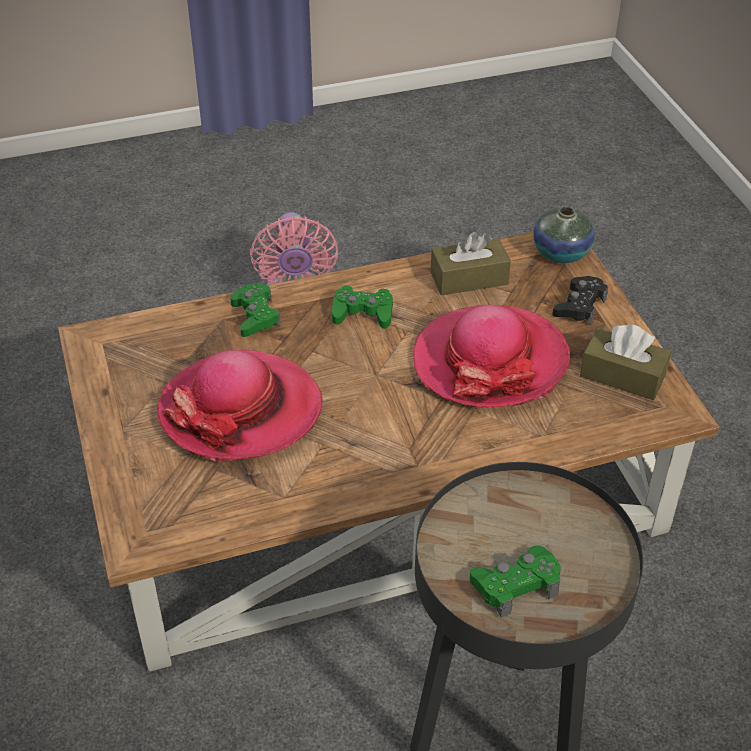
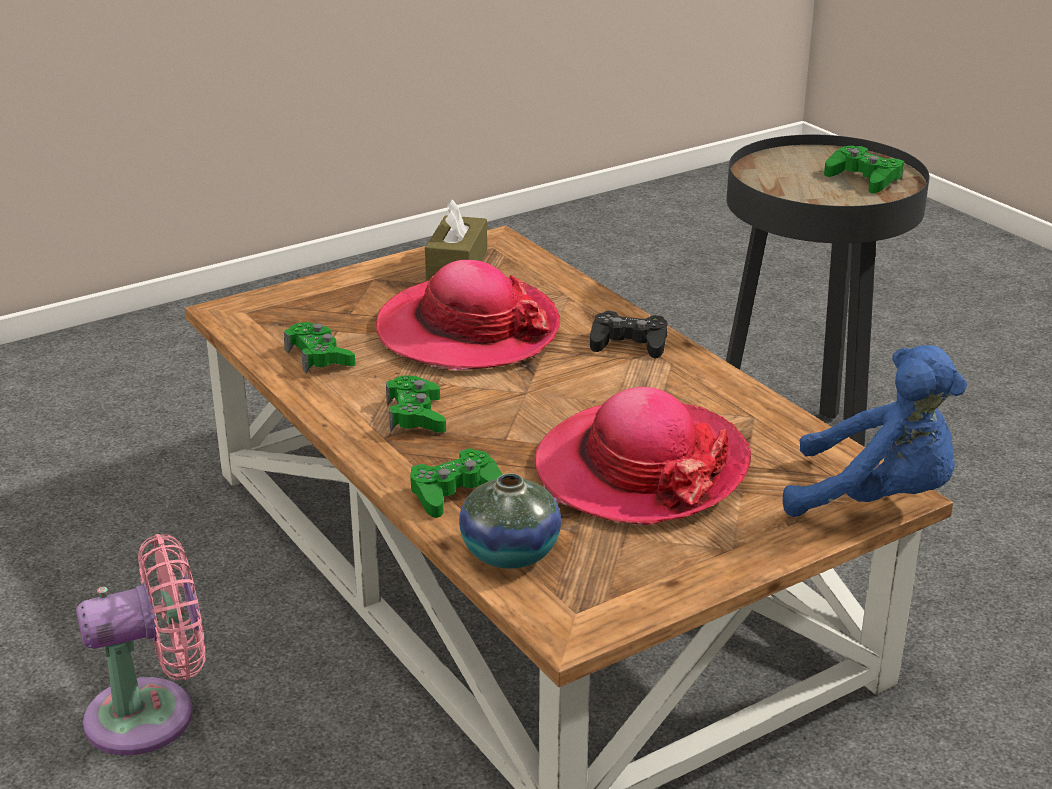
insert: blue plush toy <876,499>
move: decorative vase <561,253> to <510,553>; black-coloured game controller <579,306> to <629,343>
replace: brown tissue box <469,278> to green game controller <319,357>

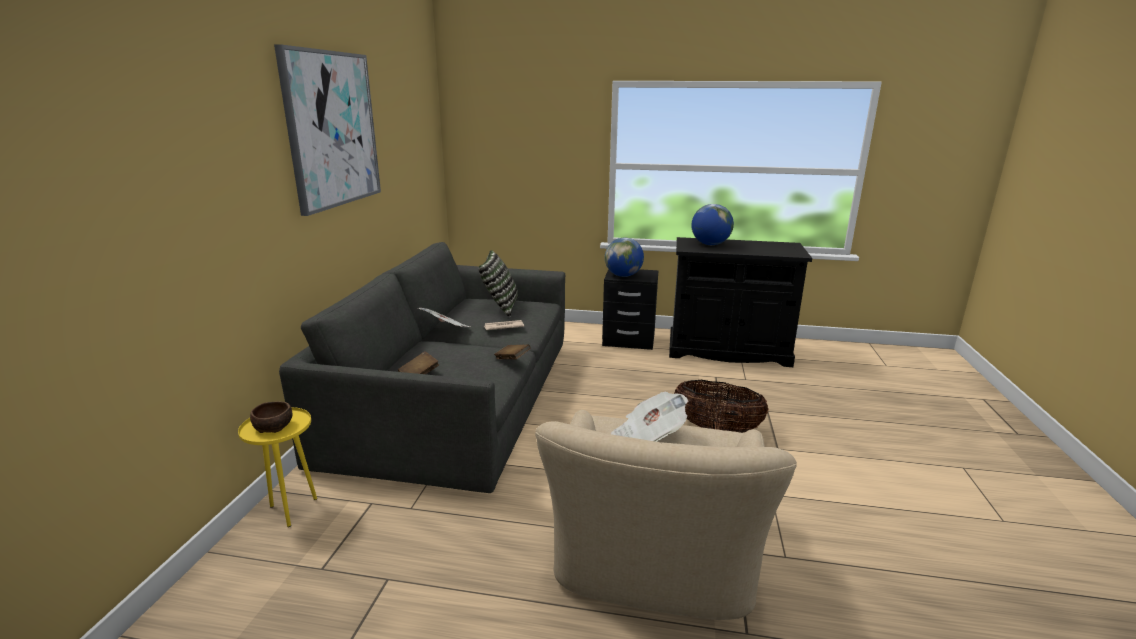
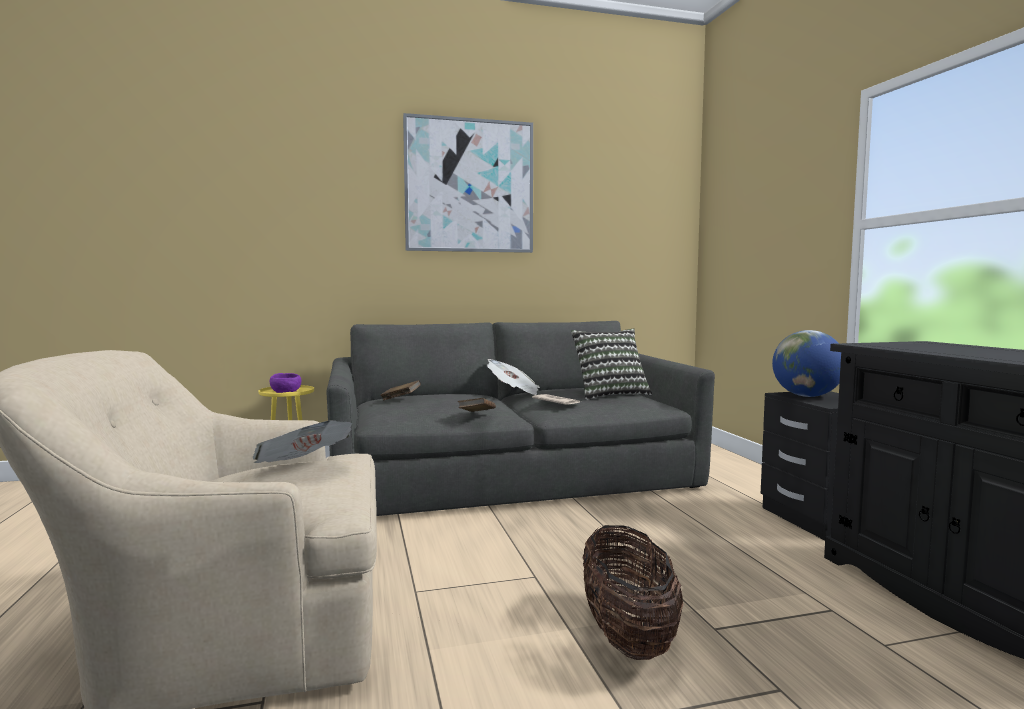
delete: desk globe <710,244>
recolor: brown deep dish <274,426> to purple deep dish <286,391>

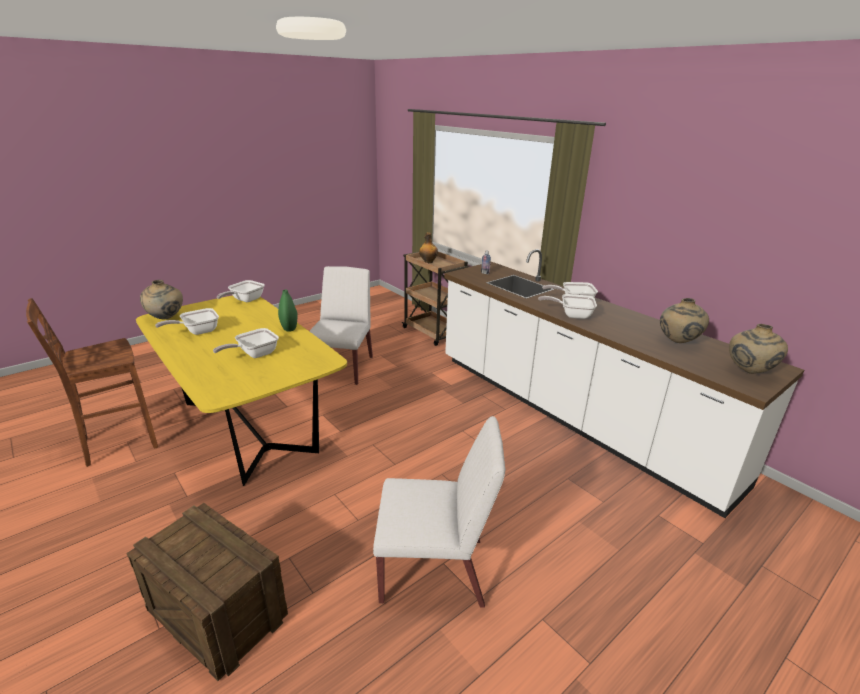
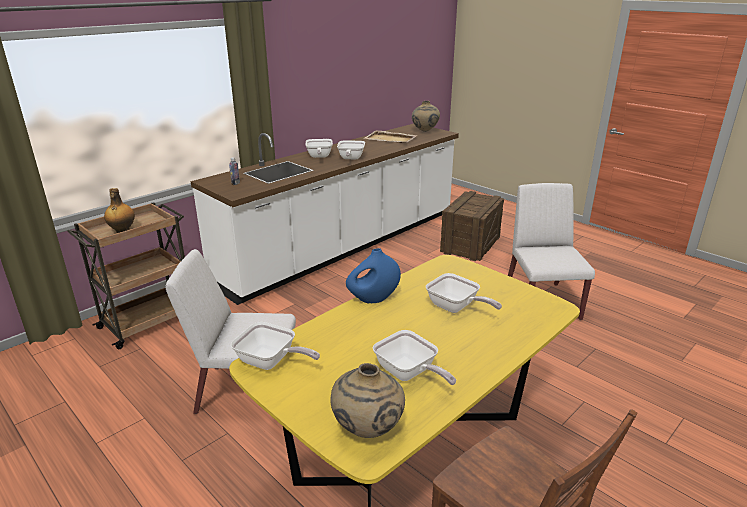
move: shipping crate <218,614> to <470,245>
replace: sand-coloured decorative vase <677,342> to sand-coloured tray <391,139>
recolor: green decorative vase <289,328> to blue decorative vase <373,299>

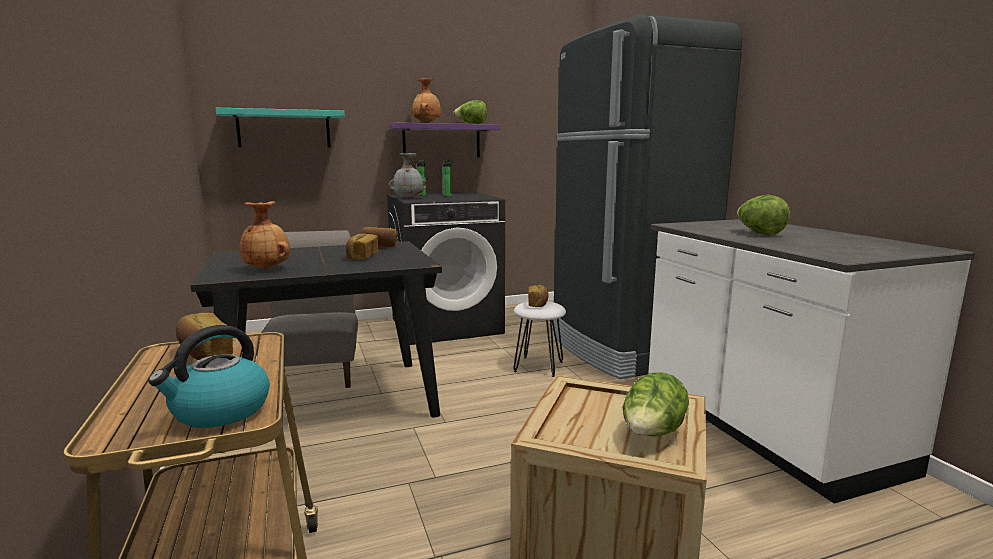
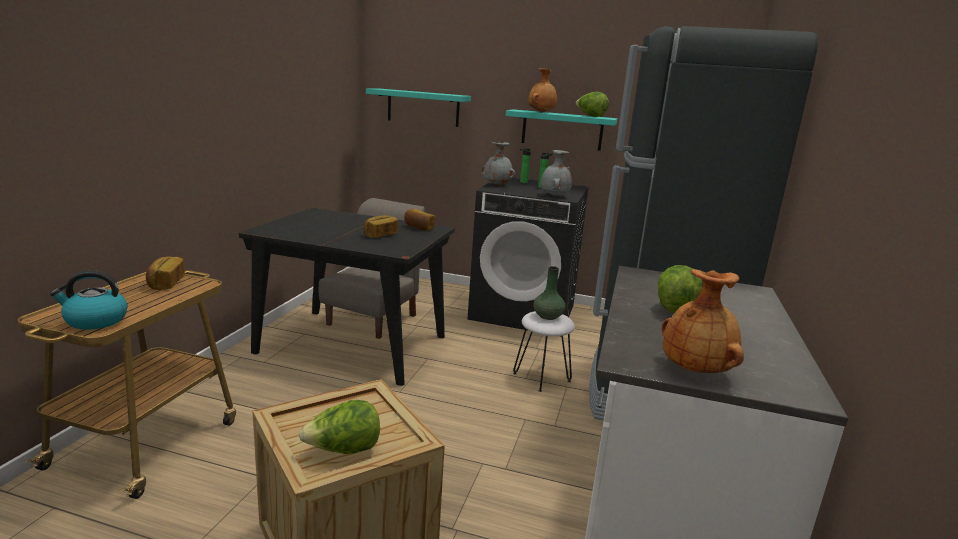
insert: gray decorative vase <554,196>
move: brown decorative vase <267,269> to <696,370>
replace: baked bread <538,304> to green decorative vase <548,316>
recolor: purple bracket shelf <441,141> to turquoise-coloured bracket shelf <562,130>

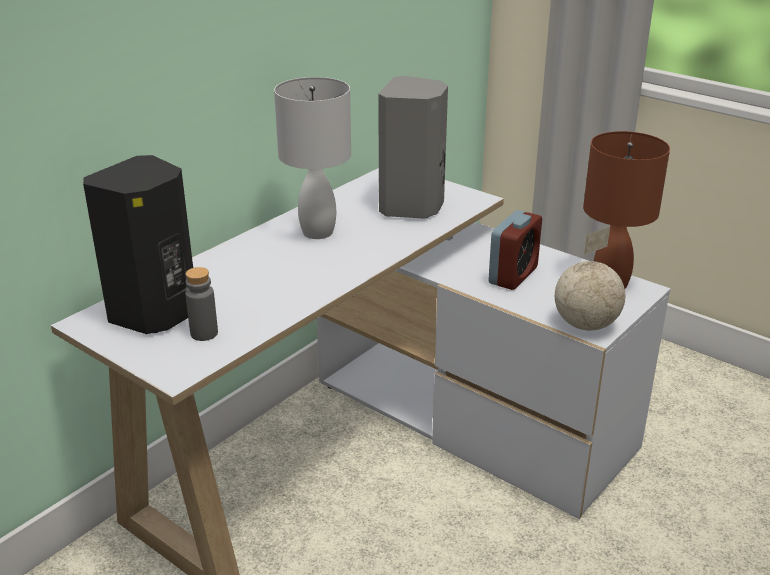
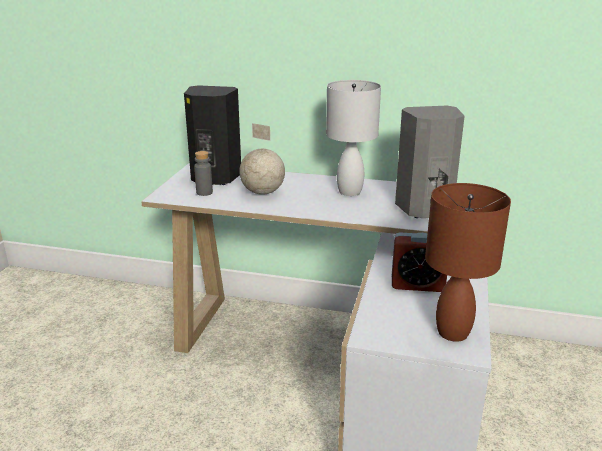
move: desk globe <586,325> to <263,193>

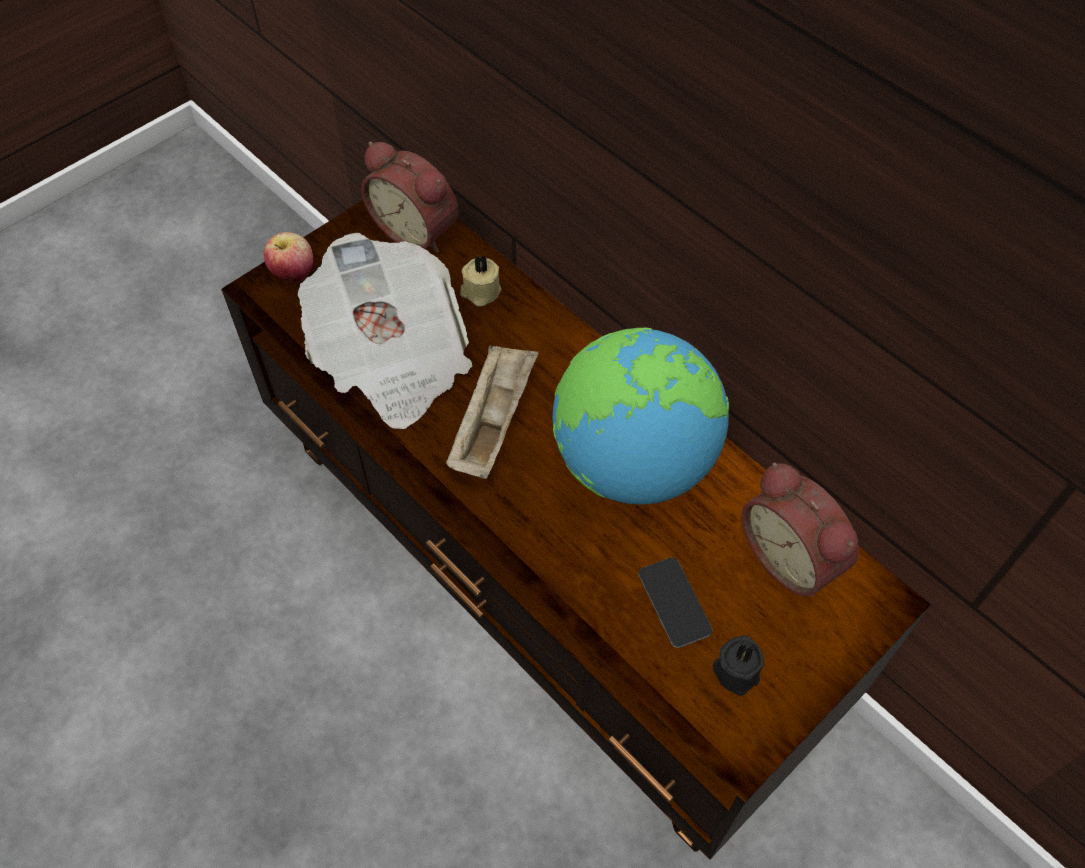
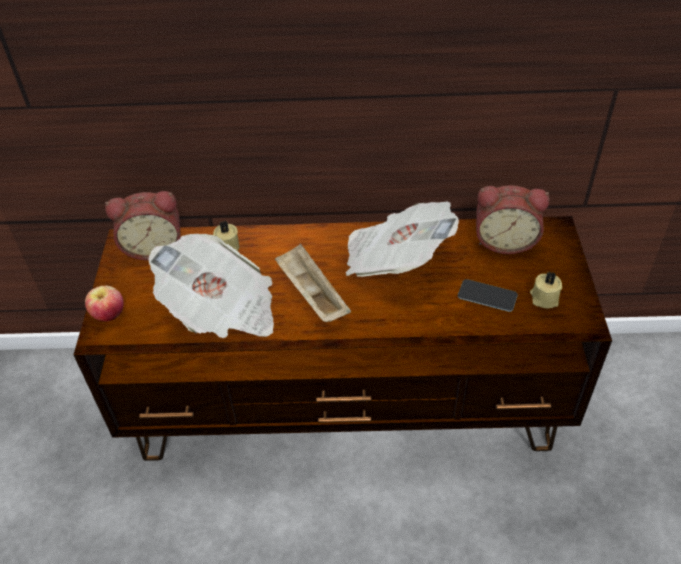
replace: desk globe <632,462> to newspaper <395,260>
recolor: black-coloured wax candle <737,670> to sand-coloured wax candle <544,298>

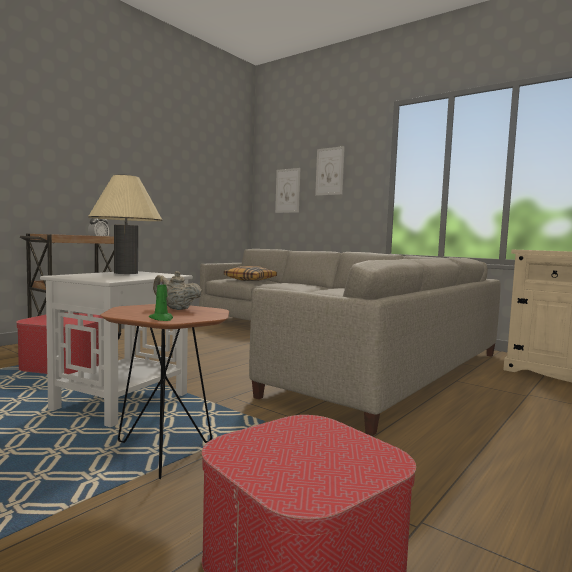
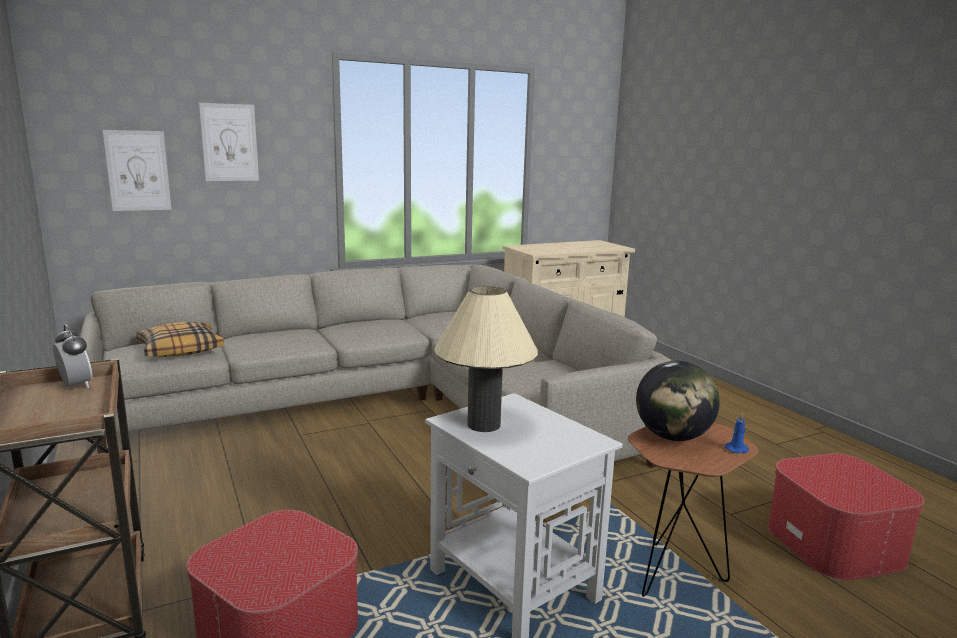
replace: sand-coloured tea pot <176,309> to desk globe <672,437>
recolor: green wax candle <161,319> to blue wax candle <737,449>

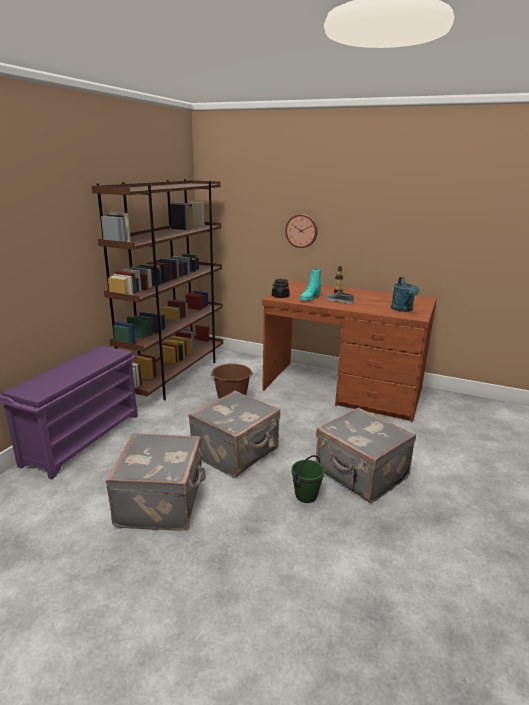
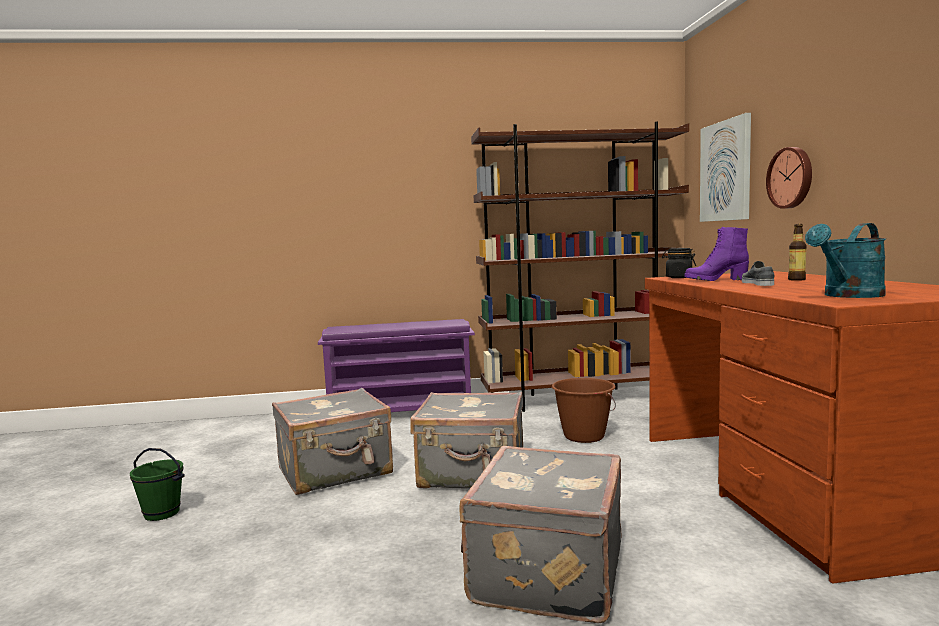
insert: wall picture <726,171>
move: green water bucket <306,495> to <162,513>
recolor: turquoise-coloured high-top boot <309,298> to purple high-top boot <715,280>

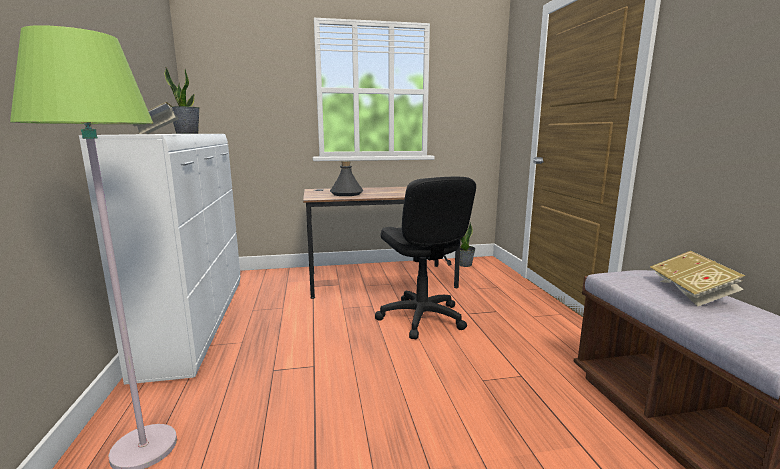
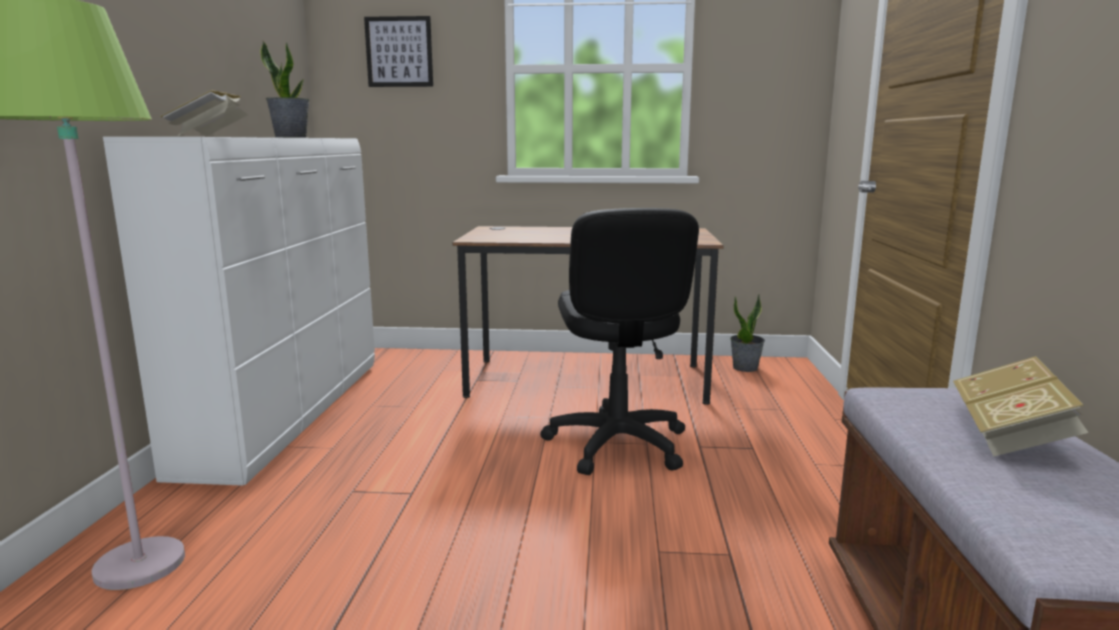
delete: gray beverage bottle <346,194>
insert: wall picture <399,52>

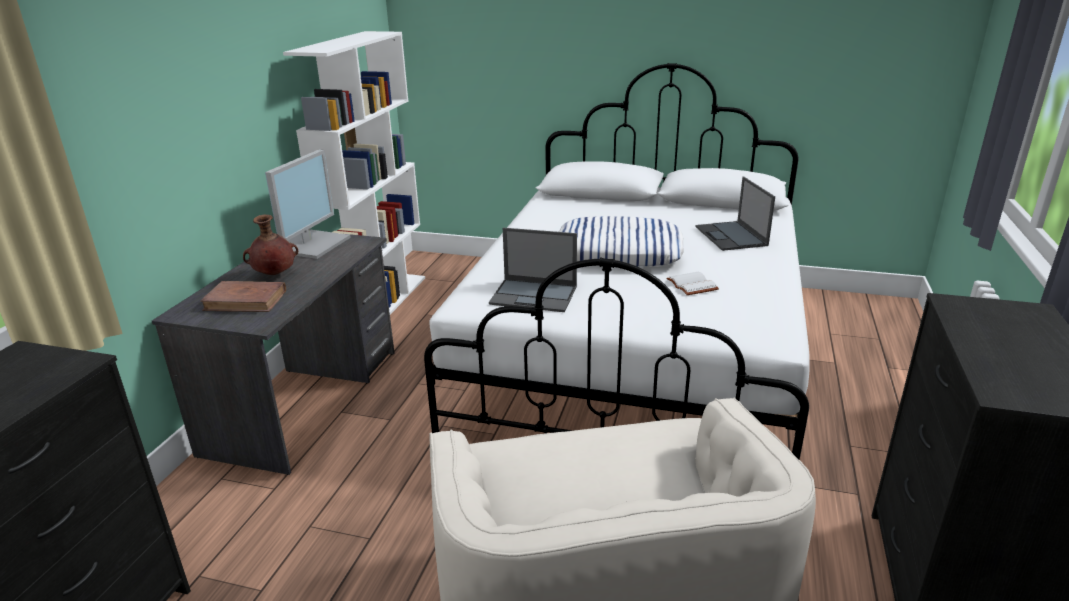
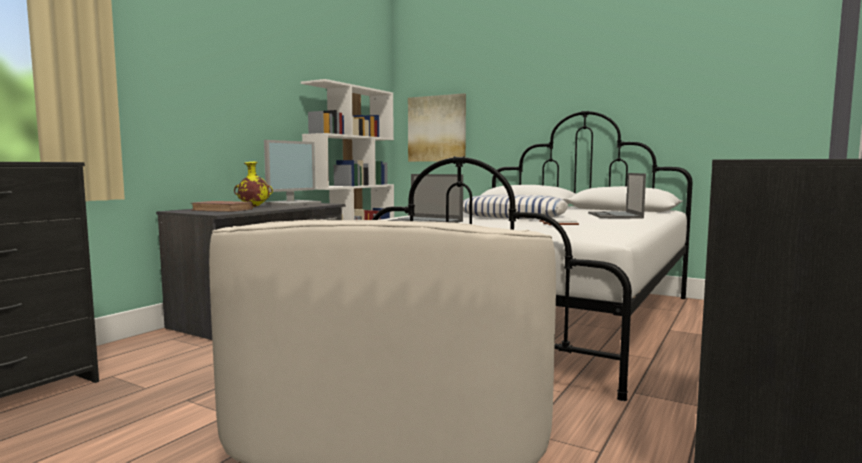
insert: wall picture <437,129>
recolor: brown decorative vase <274,275> to yellowish decorative vase <253,207>

